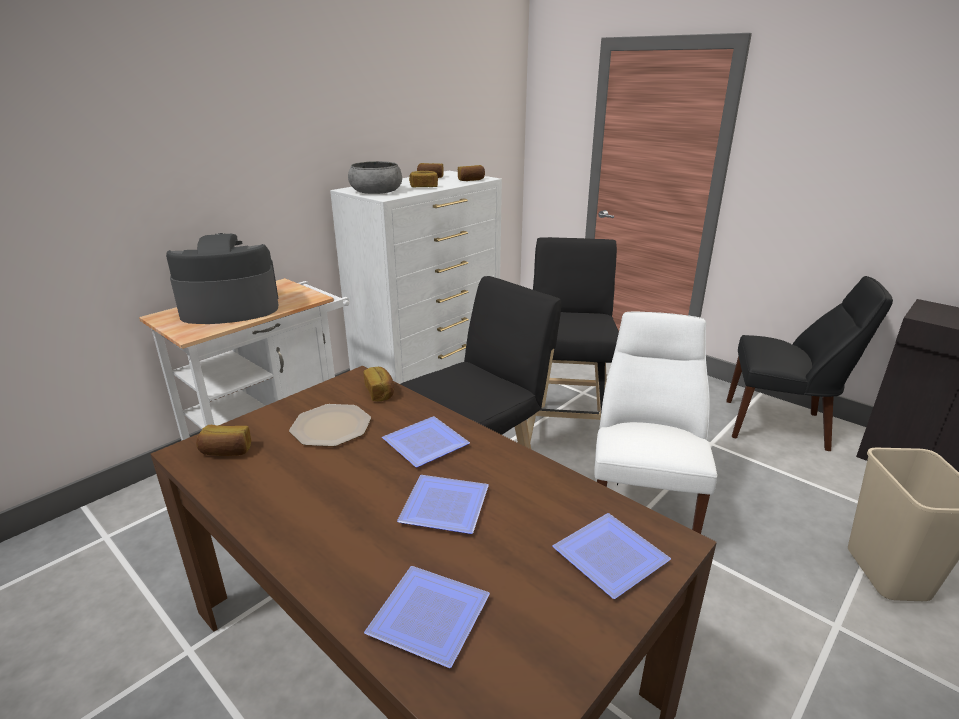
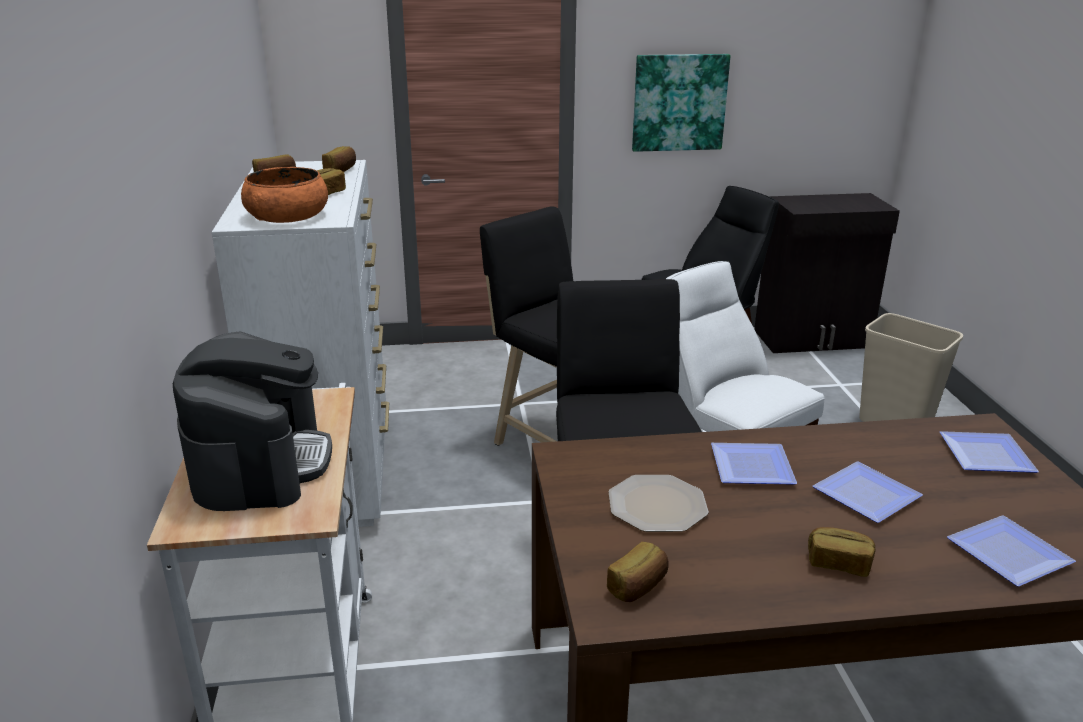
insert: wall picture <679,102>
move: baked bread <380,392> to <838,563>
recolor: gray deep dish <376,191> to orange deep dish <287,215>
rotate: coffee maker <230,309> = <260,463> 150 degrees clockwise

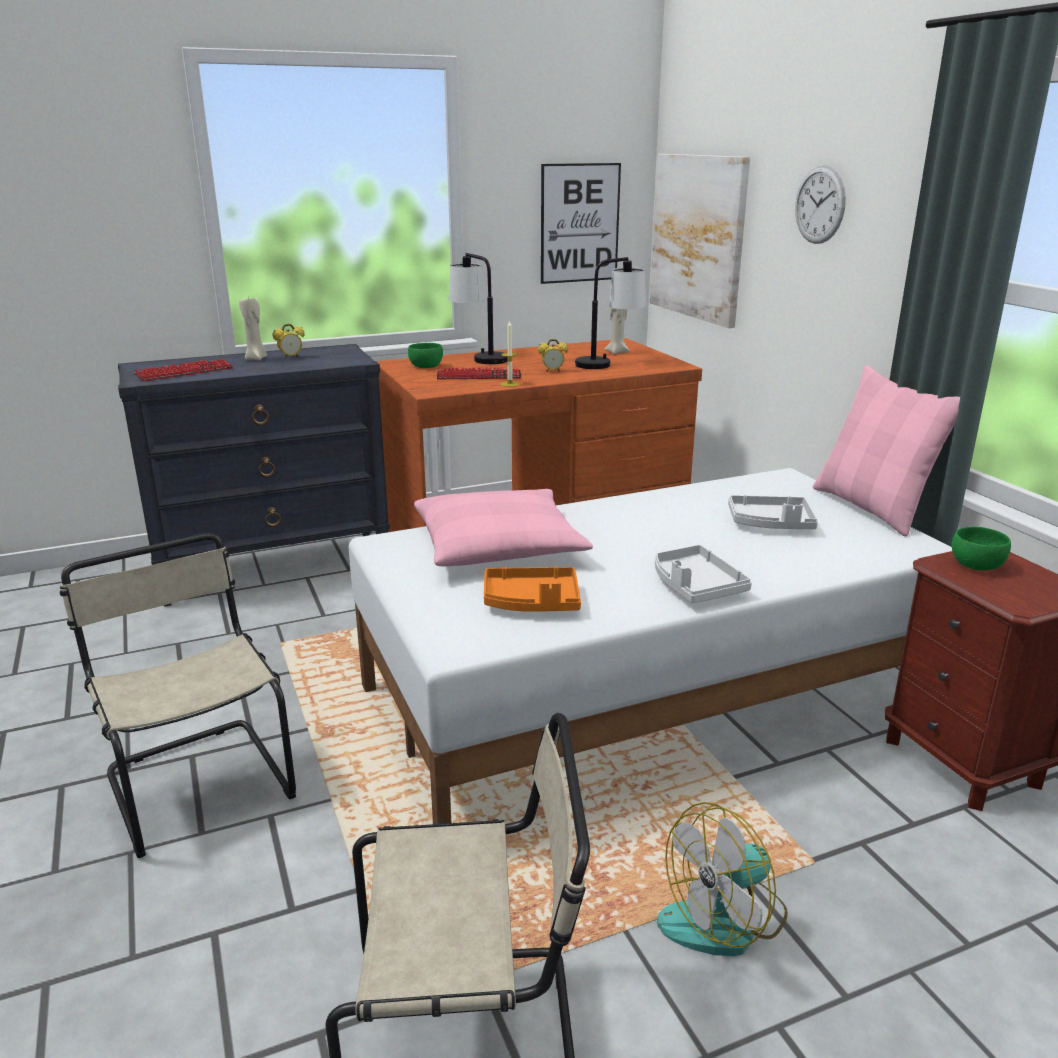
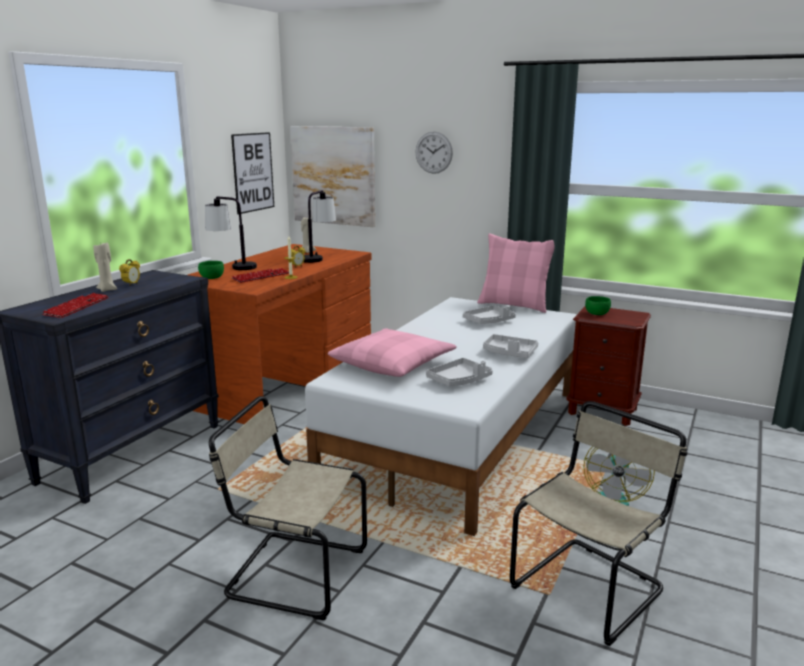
recolor: orange tray <532,602> to gray tray <459,380>

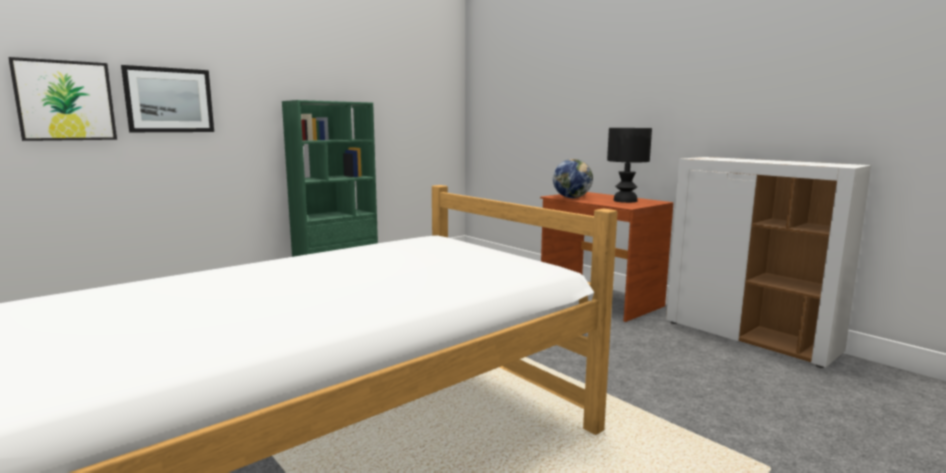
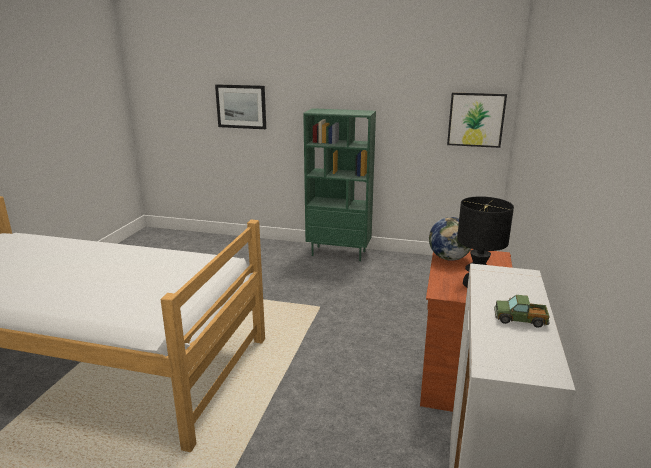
insert: model truck <520,320>
move: wall picture <65,100> to <476,120>

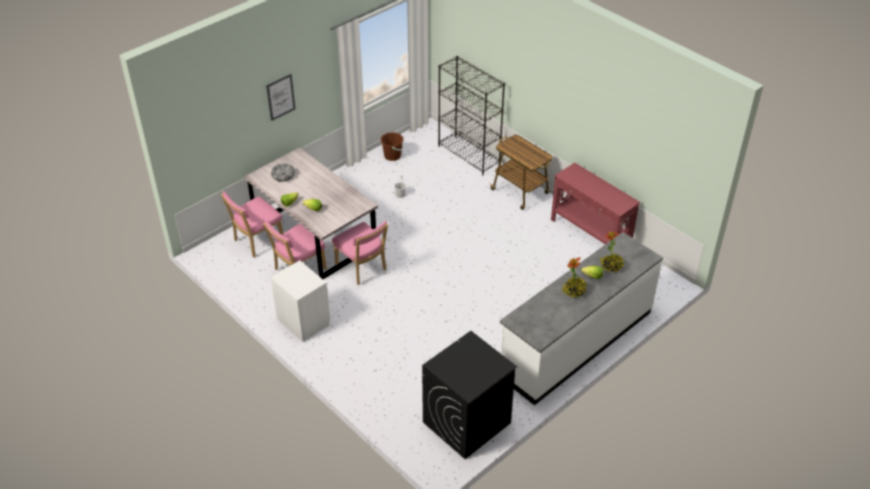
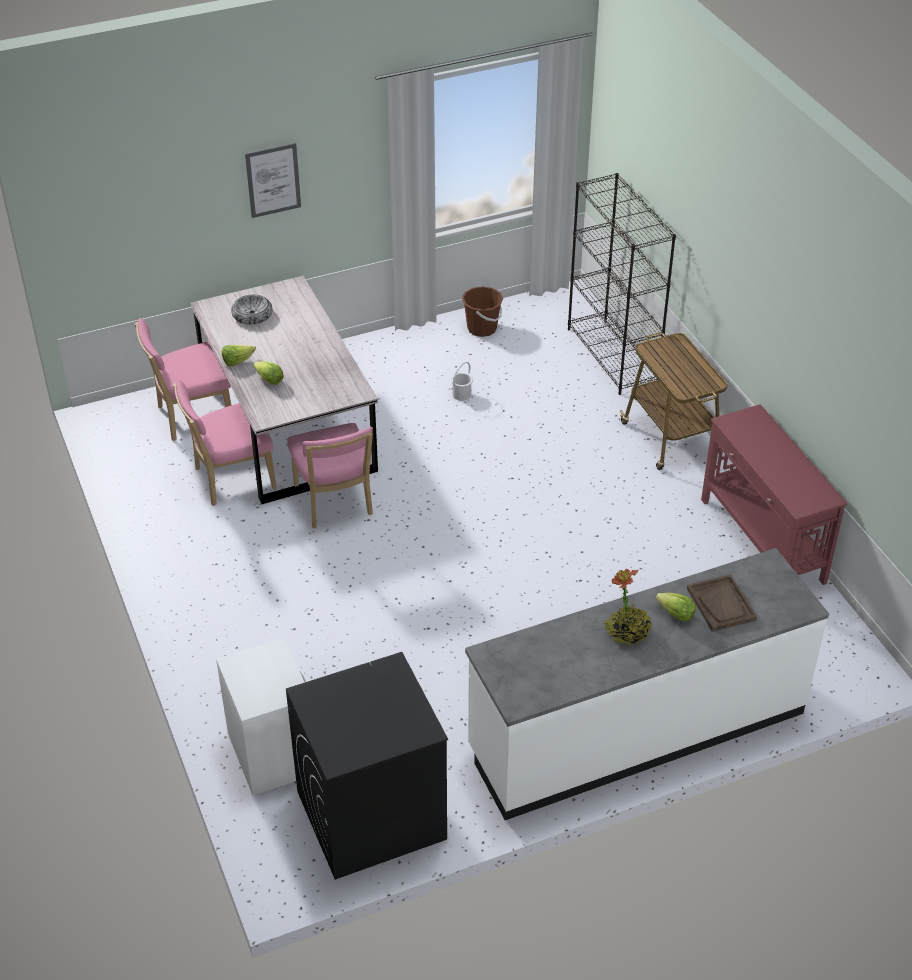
move: white-coloured nightstand <304,321> to <274,753>
replace: plant in a pot <611,266> to brown tray <721,604>

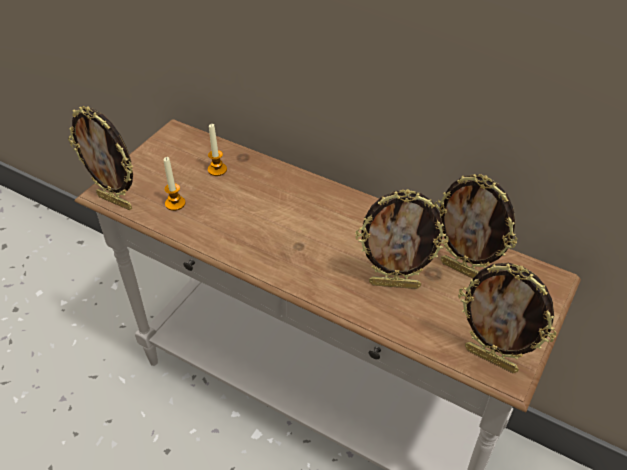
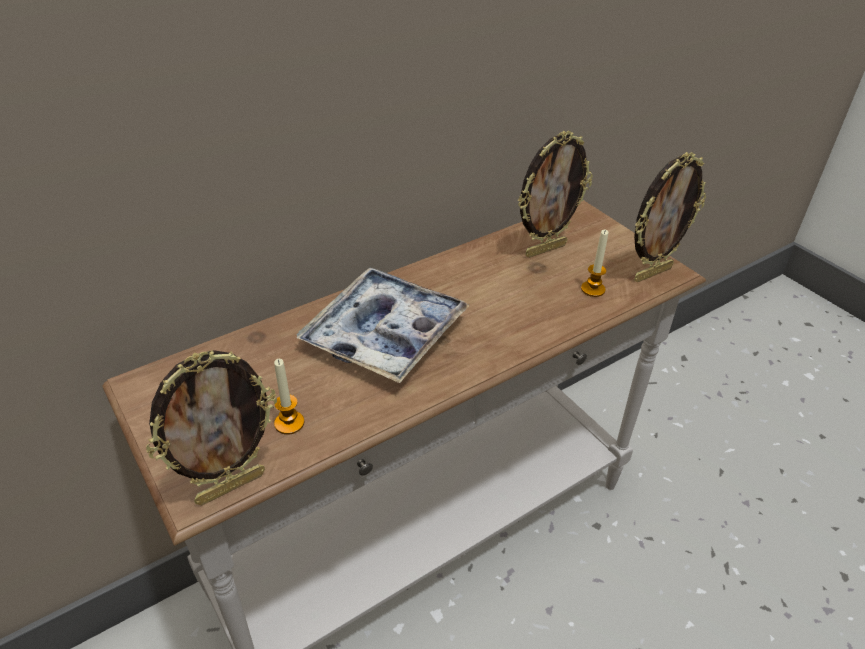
delete: picture frame <395,284>
insert: tray <384,334>
move: wax candle <217,170> to <593,289>

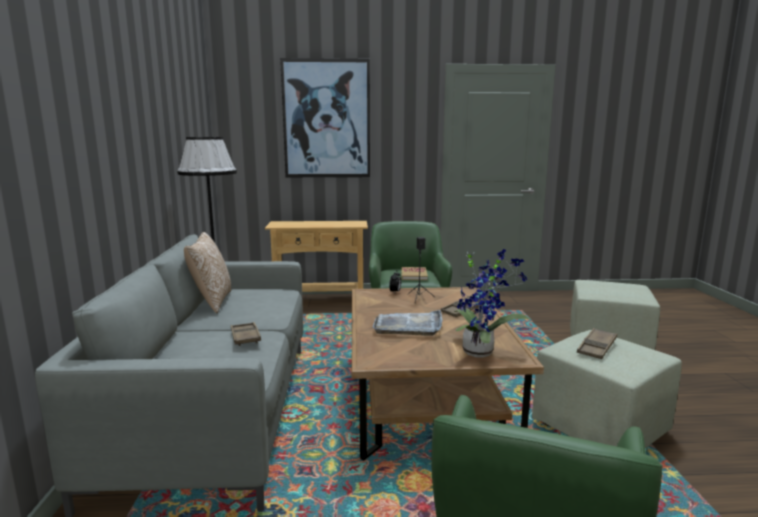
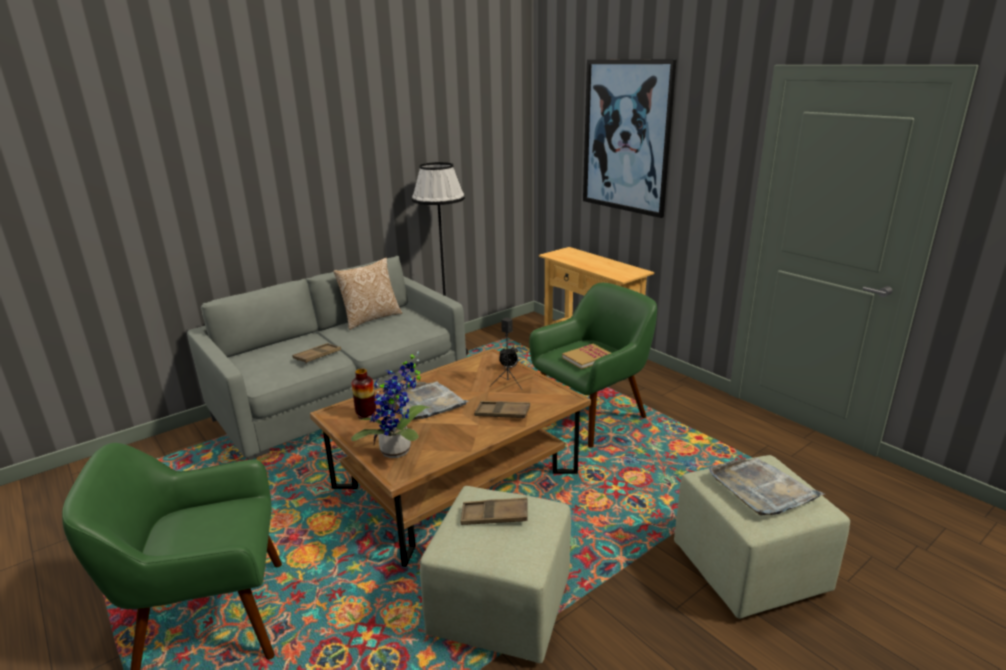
insert: decorative vase <366,415>; gray tray <761,489>

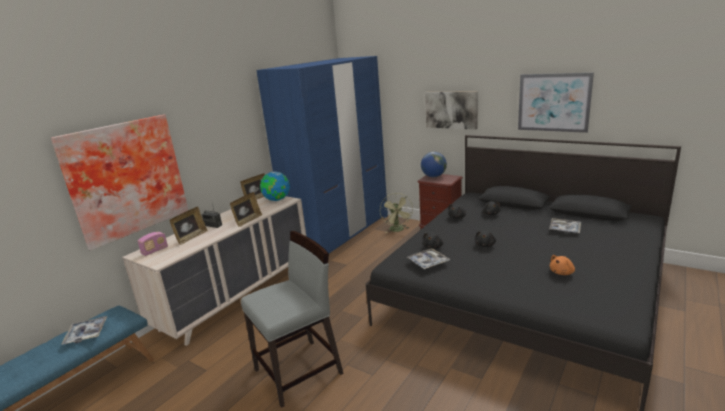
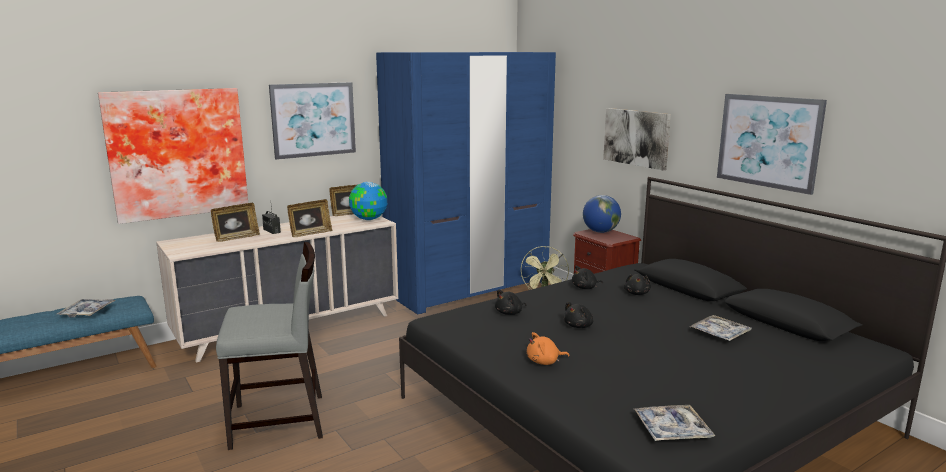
delete: radio receiver <155,251>
insert: wall picture <313,120>
move: orange plush toy <562,272> to <544,362>; tray <428,262> to <672,430>

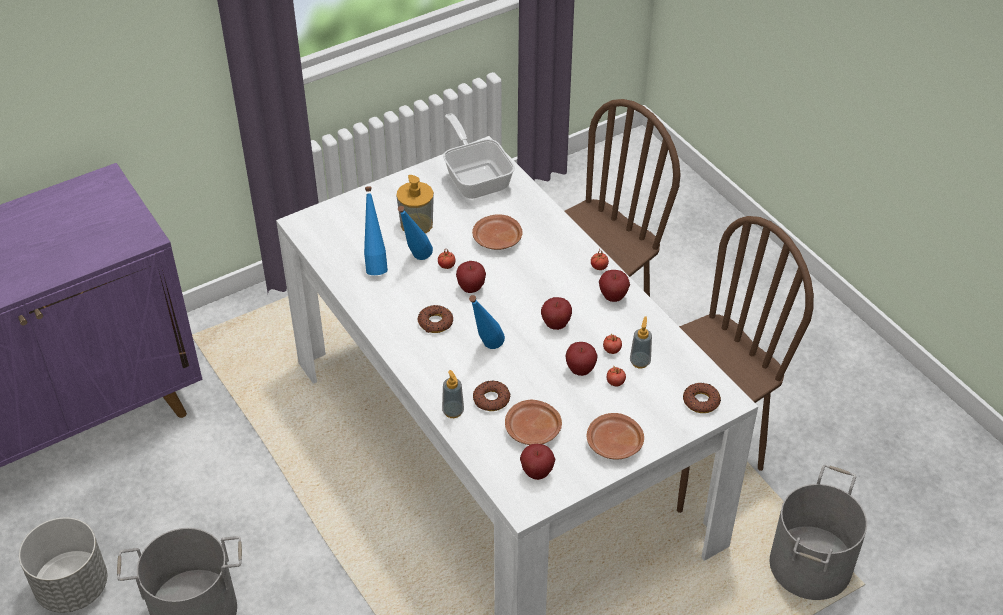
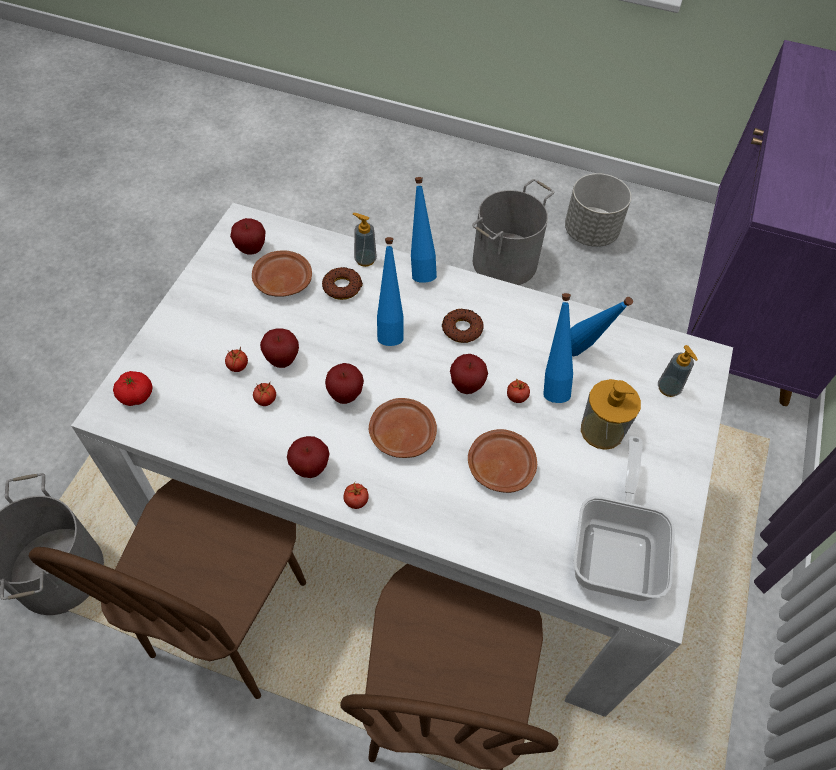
insert: blue beverage bottle <420,269>
move: brown flat dish <614,444> to <402,434>; liquid soap bottle <640,362> to <668,388>
replace: ring doughnut <701,401> to whole tomato <136,396>
rotate: skillet <476,177> = <617,548> 105 degrees counterclockwise

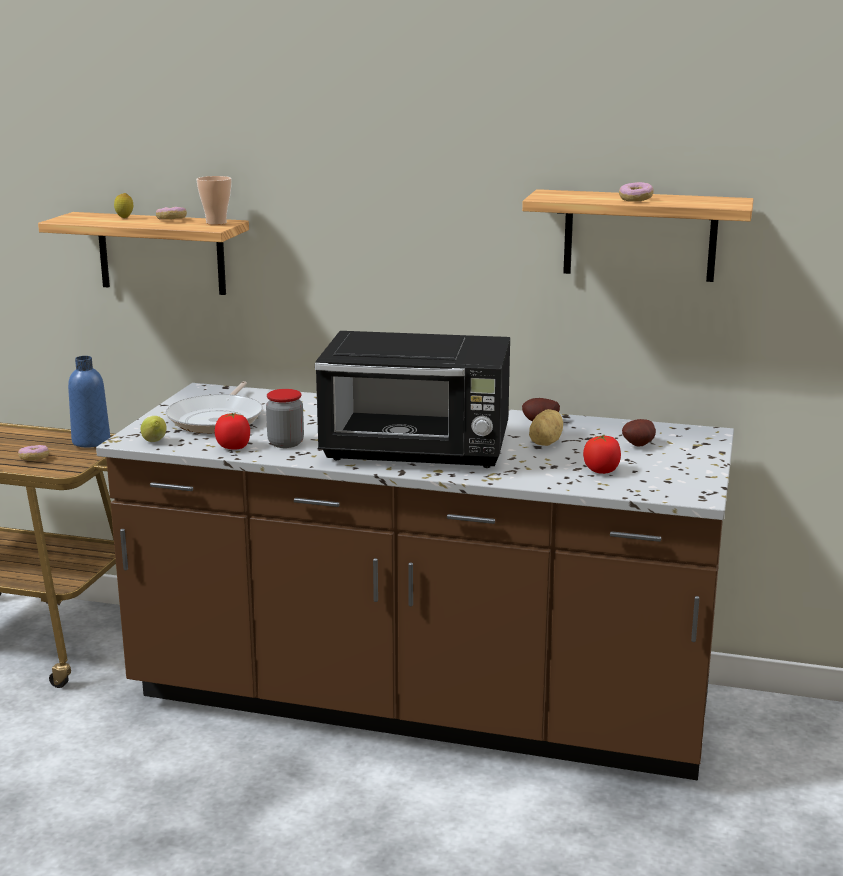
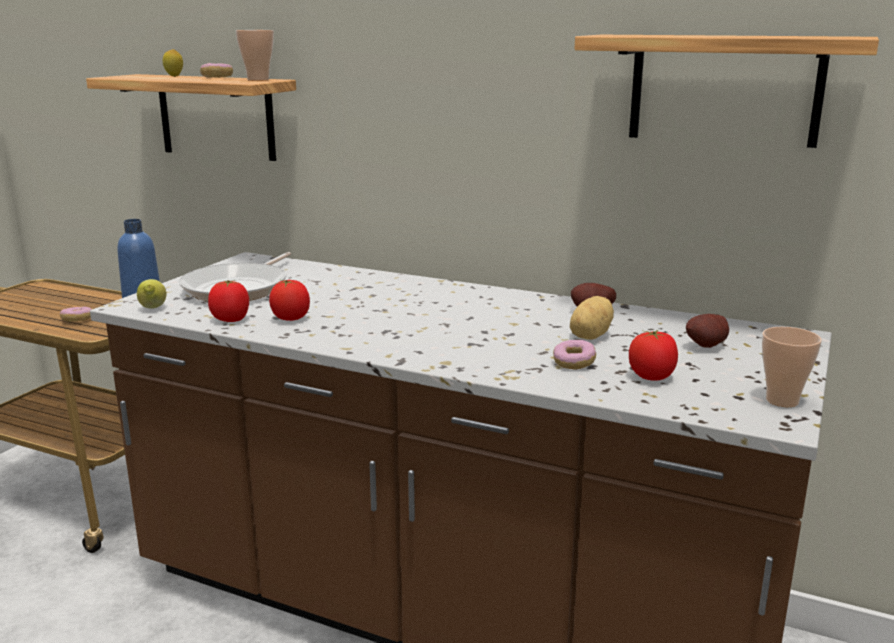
delete: black-coloured microwave <418,452>
insert: small cup <782,400>
move: ring doughnut <635,200> to <573,363>
replace: preserve jar <286,443> to whole tomato <290,318>

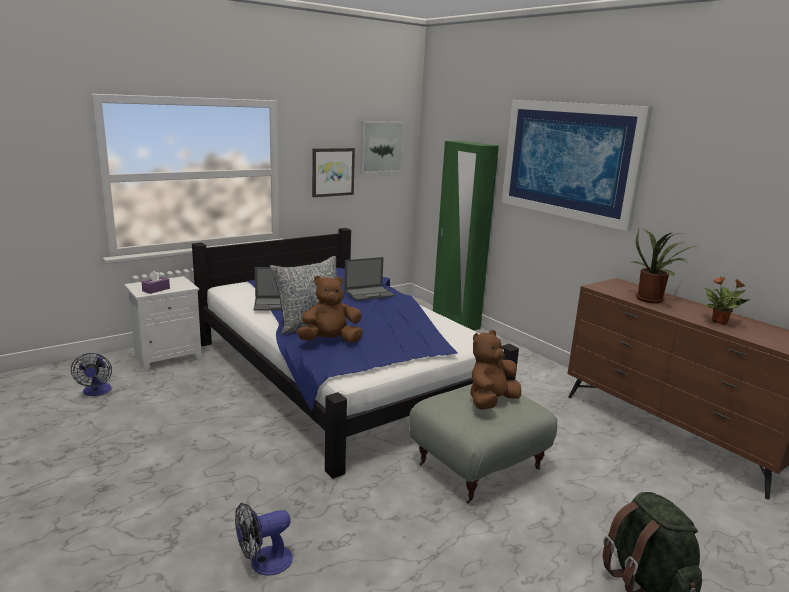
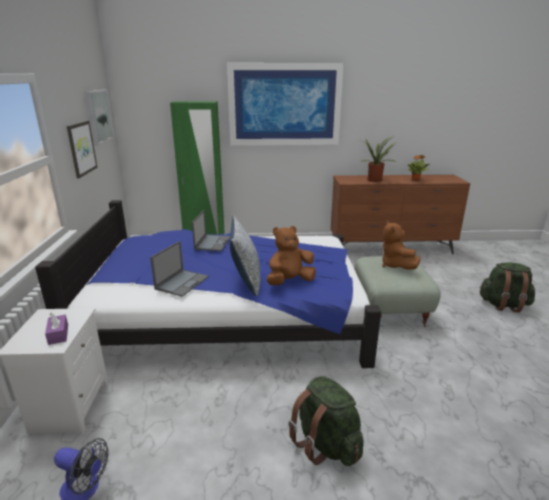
delete: cooling fan <264,563>
insert: green backpack <326,444>
rotate: brown plush toy <330,341> = <289,281> 45 degrees clockwise

